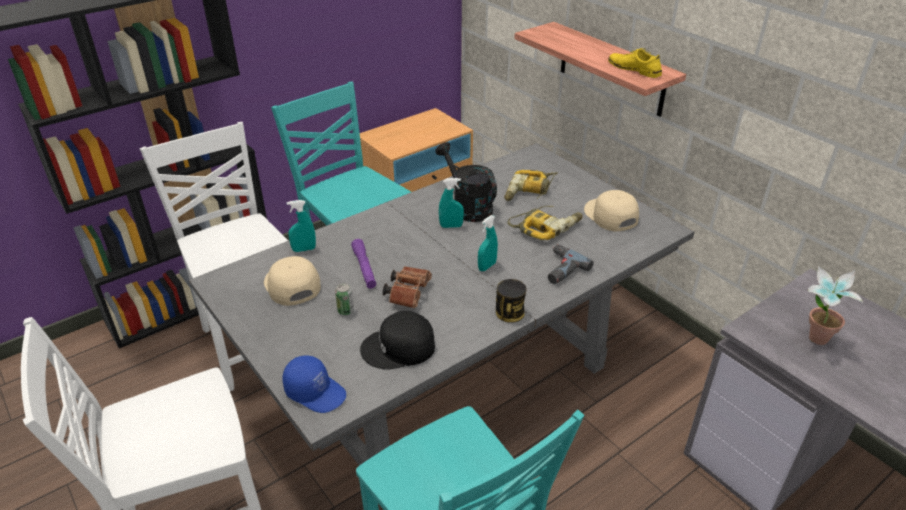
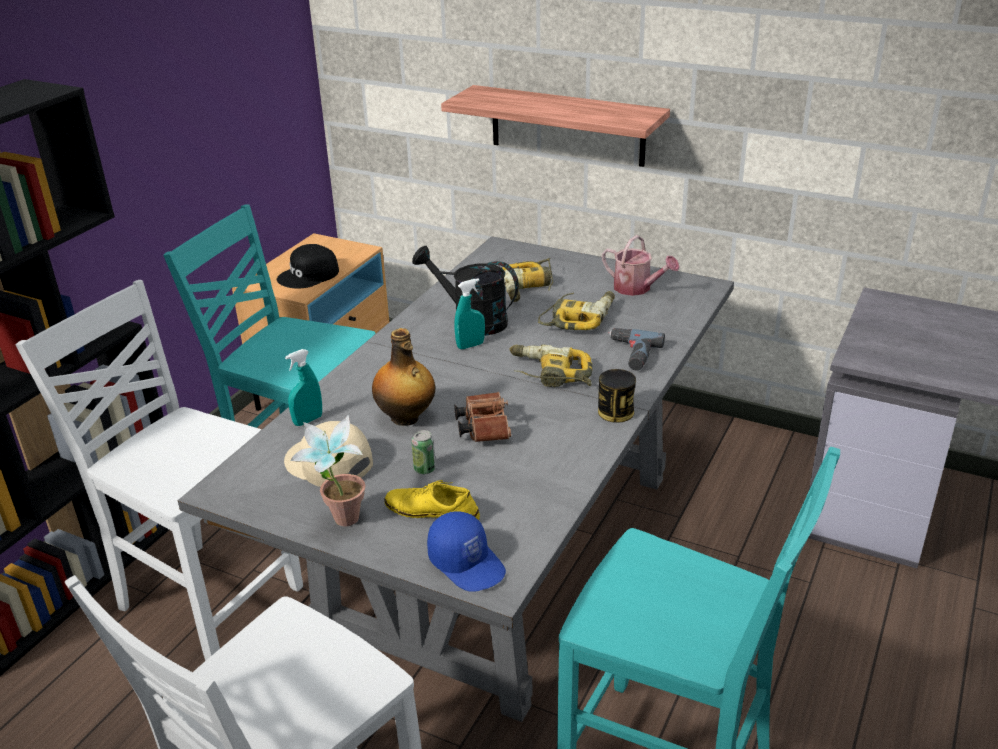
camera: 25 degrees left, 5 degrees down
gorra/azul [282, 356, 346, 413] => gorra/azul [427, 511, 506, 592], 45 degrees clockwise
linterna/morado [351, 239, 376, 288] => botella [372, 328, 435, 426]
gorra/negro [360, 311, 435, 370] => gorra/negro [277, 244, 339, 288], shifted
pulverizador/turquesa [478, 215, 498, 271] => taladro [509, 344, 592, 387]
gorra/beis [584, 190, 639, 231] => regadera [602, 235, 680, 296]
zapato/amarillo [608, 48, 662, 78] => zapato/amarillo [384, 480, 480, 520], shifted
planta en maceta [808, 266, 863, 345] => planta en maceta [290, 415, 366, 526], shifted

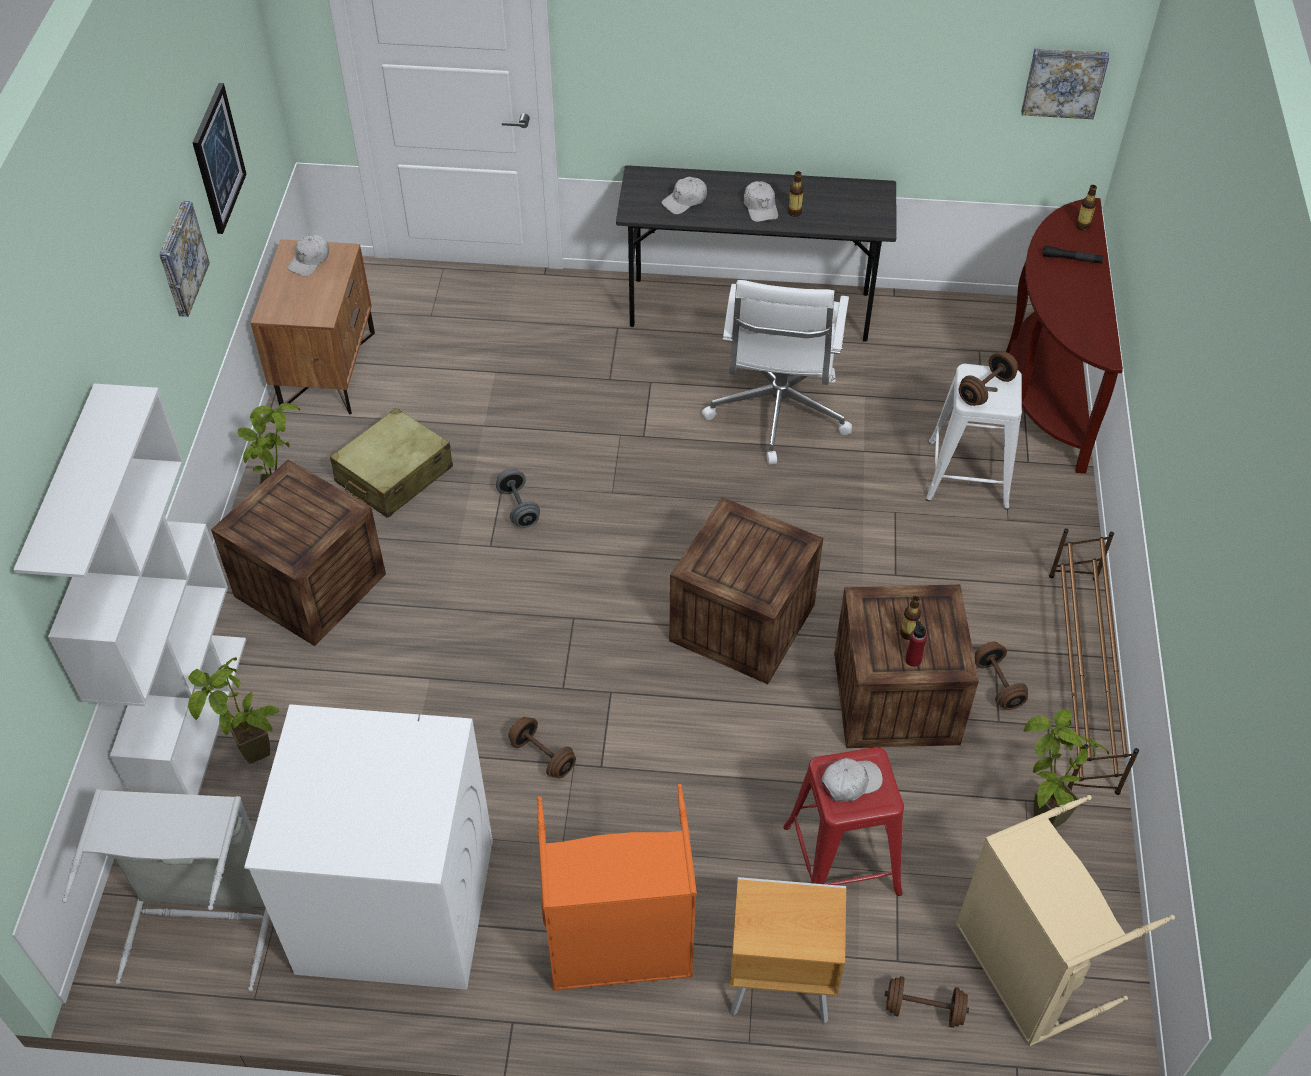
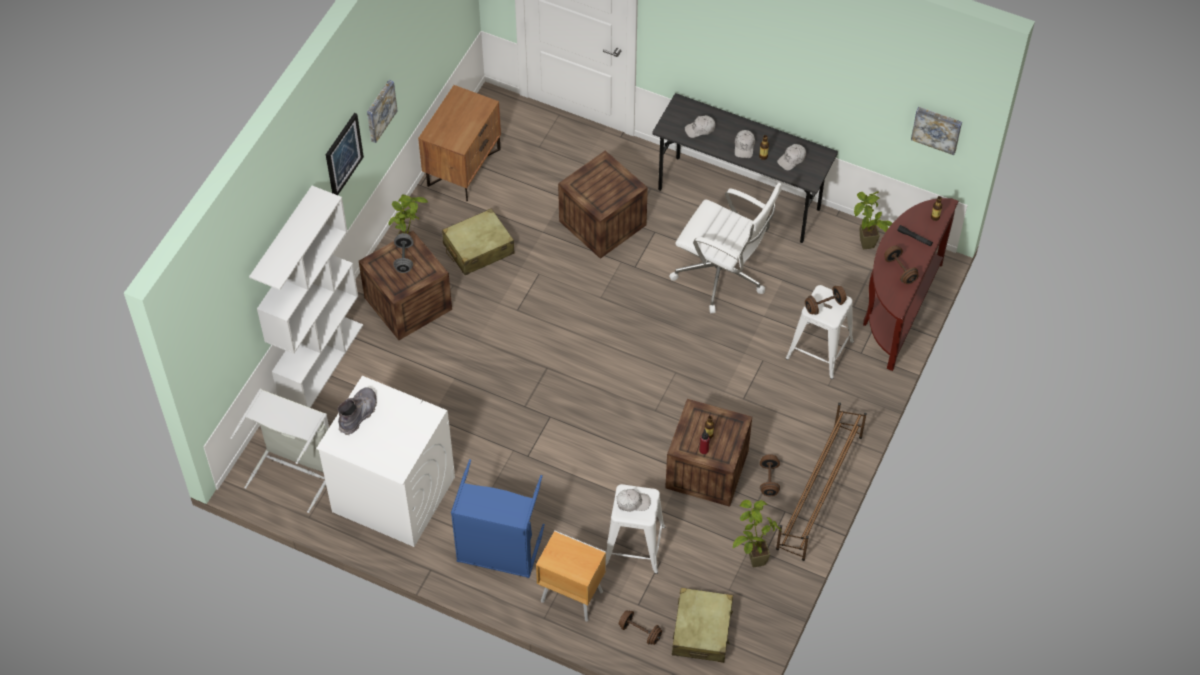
camera: 20 degrees right, 5 degrees up
planta en maceta [188, 657, 280, 764] => planta en maceta [854, 192, 892, 249], shifted
cuadro [192, 83, 246, 234] => cuadro [326, 113, 364, 195], shifted
gorra/blanco [288, 235, 329, 276] => gorra/blanco [777, 144, 806, 171], shifted
mancuerna/gris [496, 468, 540, 528] => mancuerna/gris [393, 233, 414, 273], shifted
mancuerna/marrón [508, 717, 576, 779] => mancuerna/marrón [884, 245, 919, 284], shifted
cesto de la ropa/naranja [537, 784, 697, 991] => cesto de la ropa/azul [451, 459, 545, 578]
caja de embalaje [669, 497, 823, 684] => caja de embalaje [558, 151, 648, 259], shifted
silla de oficina/blanco [702, 280, 852, 465] => silla de oficina/blanco [669, 183, 782, 313], 90 degrees counterclockwise
taburete/rojo [783, 747, 904, 896] => taburete/blanco [606, 484, 666, 574]
cesto de la ropa/beis [956, 795, 1175, 1046] => maleta/beis [672, 588, 733, 663]
nothing => bota/gris [338, 387, 377, 435]

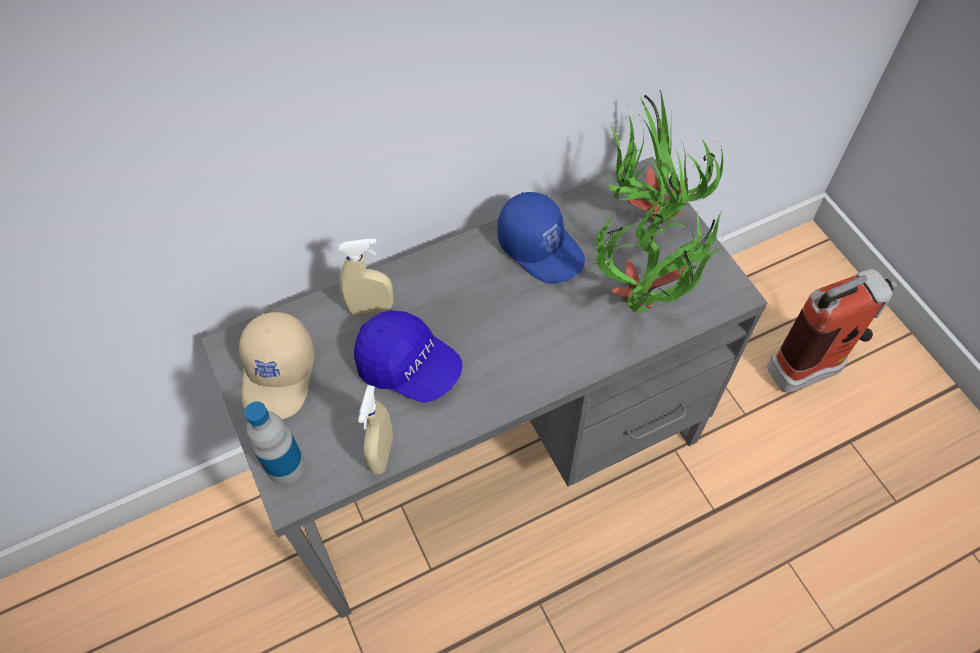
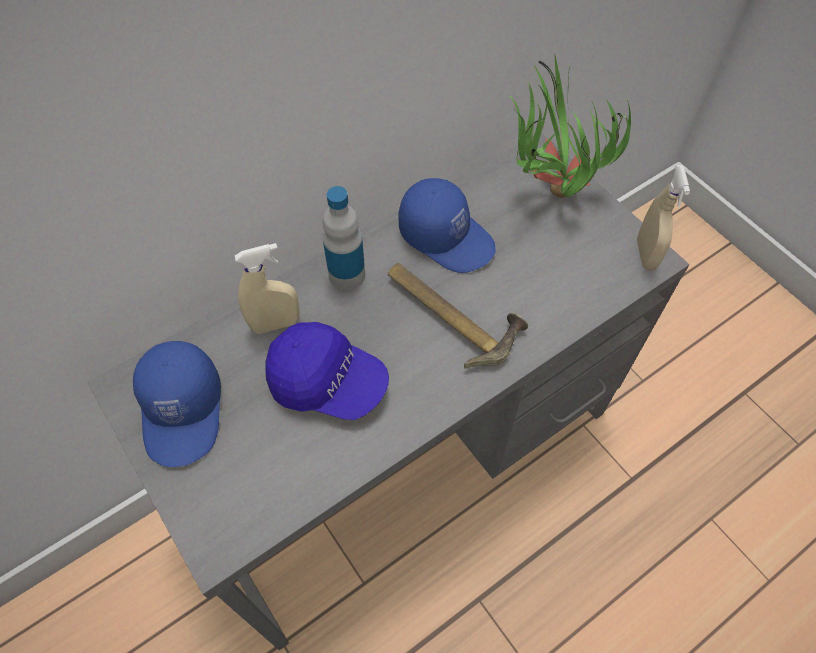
camera: 10 degrees left, 0 degrees up
gorra/beis [239, 312, 315, 420] => gorra/azul [133, 341, 221, 467]
botella [244, 401, 305, 484] => botella [322, 186, 365, 290], shifted
pulverizador/beis [358, 385, 393, 475] => pulverizador/beis [637, 165, 690, 271], shifted
planta en maceta [594, 197, 729, 313] => nothing
extintor [767, 269, 897, 393] => nothing
nothing => martillo [388, 263, 528, 369]

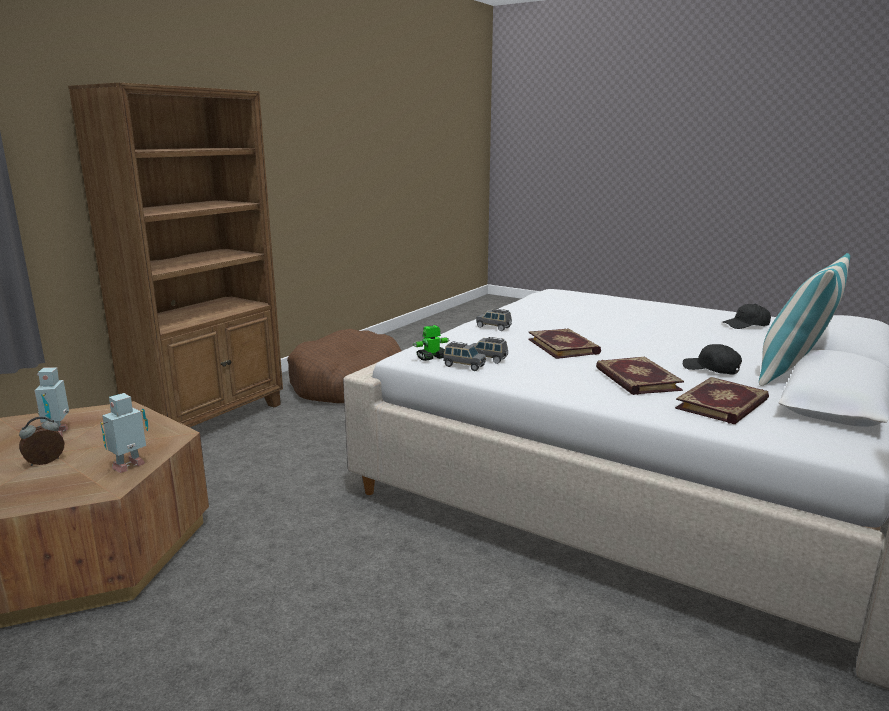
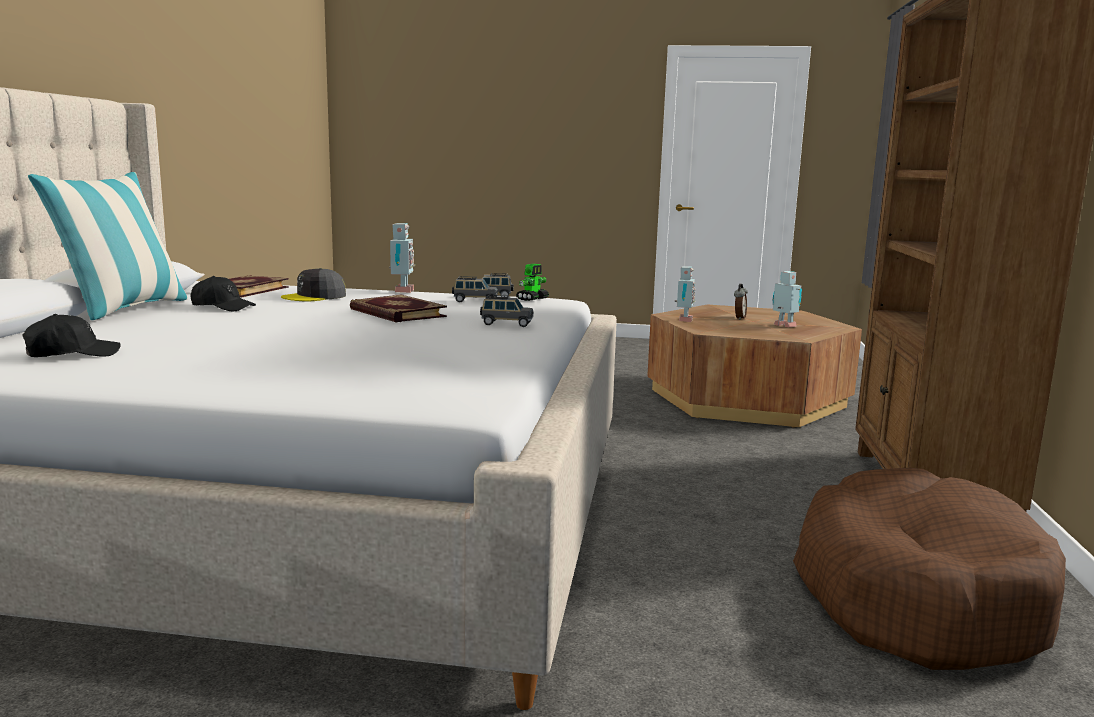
camera: 155 degrees right, 5 degrees down
libro [596, 357, 684, 395] => gorra/gris [281, 268, 346, 302]
nothing => robot de juguete [389, 223, 415, 293]

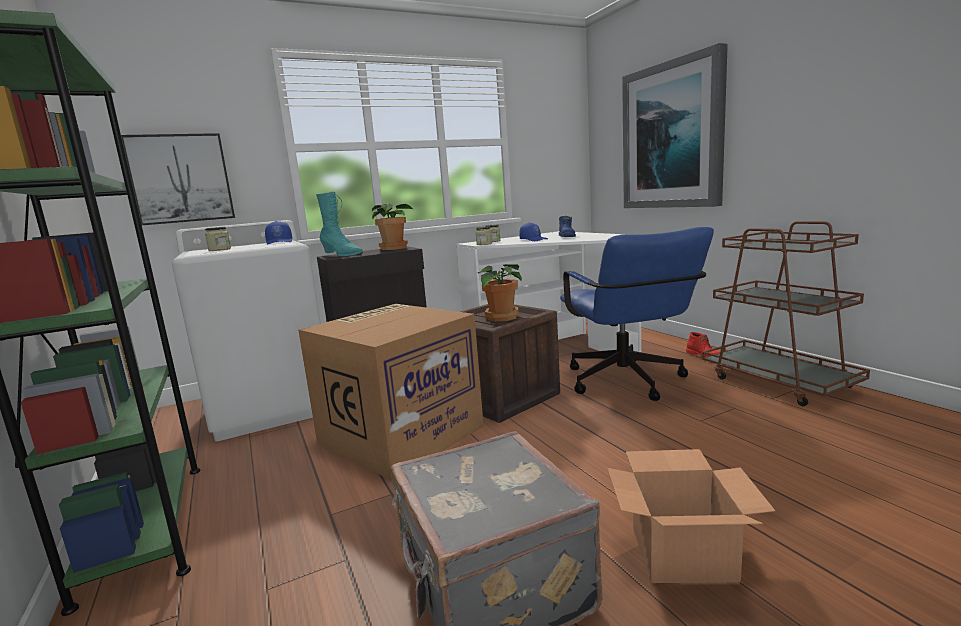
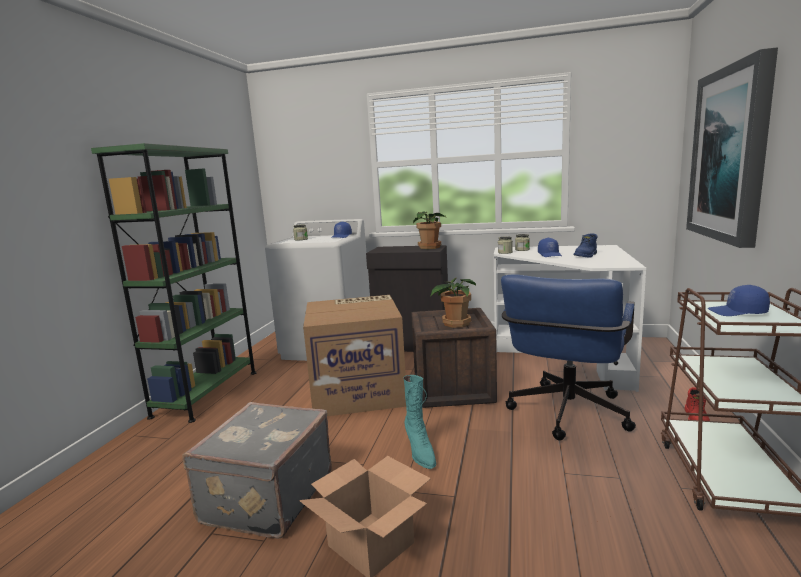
camera: 40 degrees right, 0 degrees up
cuadro [121, 133, 235, 225] => nothing
bota/turquesa [316, 192, 363, 256] => bota/turquesa [403, 375, 436, 469], shifted
nothing => gorra/azul [708, 285, 770, 316]

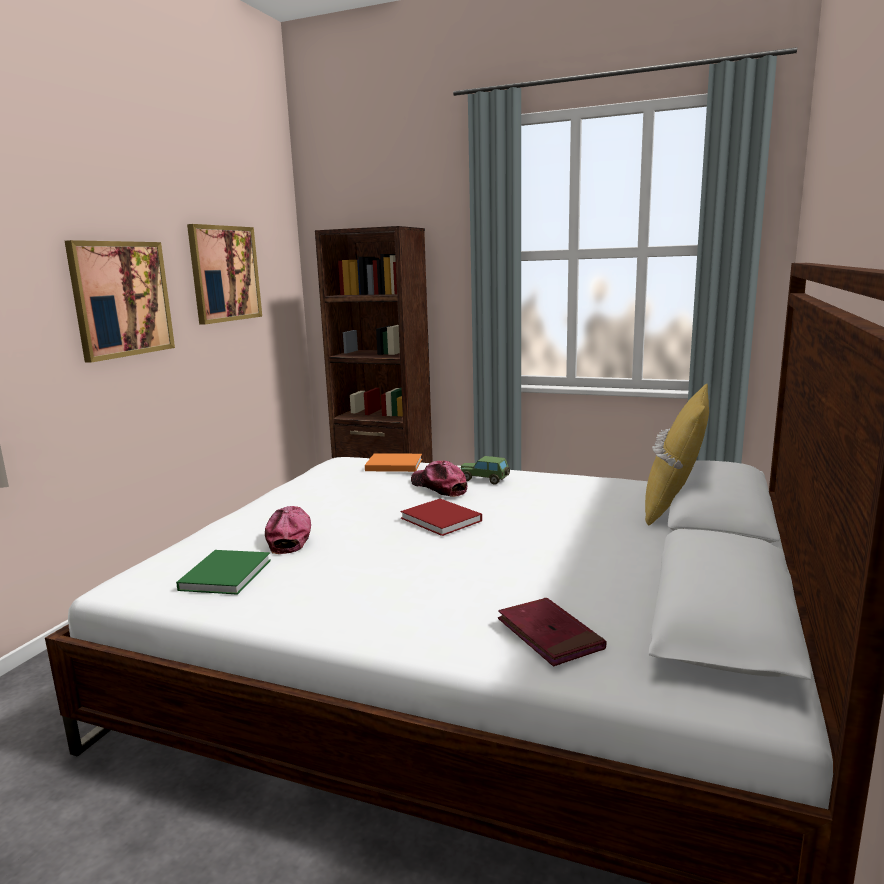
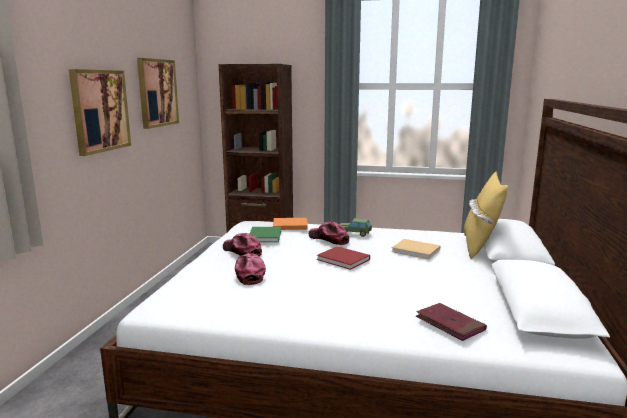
camera: 10 degrees left, 0 degrees up
libro/verde [176, 550, 271, 595] => libro/verde [249, 227, 281, 242], shifted
nothing => gorra [223, 233, 262, 257]
nothing => libro/beis [391, 239, 441, 259]

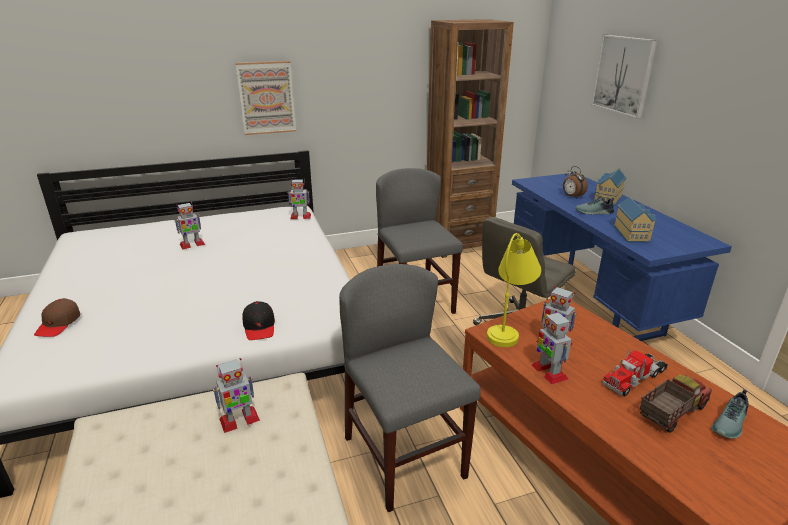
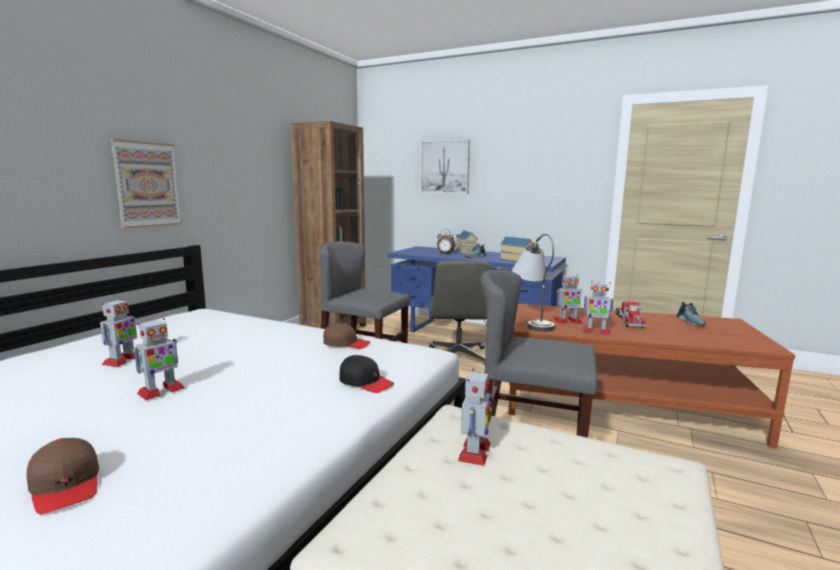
camera: 45 degrees left, 15 degrees down
robot de juguete [288, 179, 311, 219] => robot de juguete [133, 318, 185, 400], shifted
lámpara de mesa/amarillo [487, 233, 541, 347] => lámpara de mesa/gris [512, 234, 555, 332]
camión de juguete [640, 375, 712, 433] => nothing
nothing => gorra/marrón [323, 323, 370, 349]

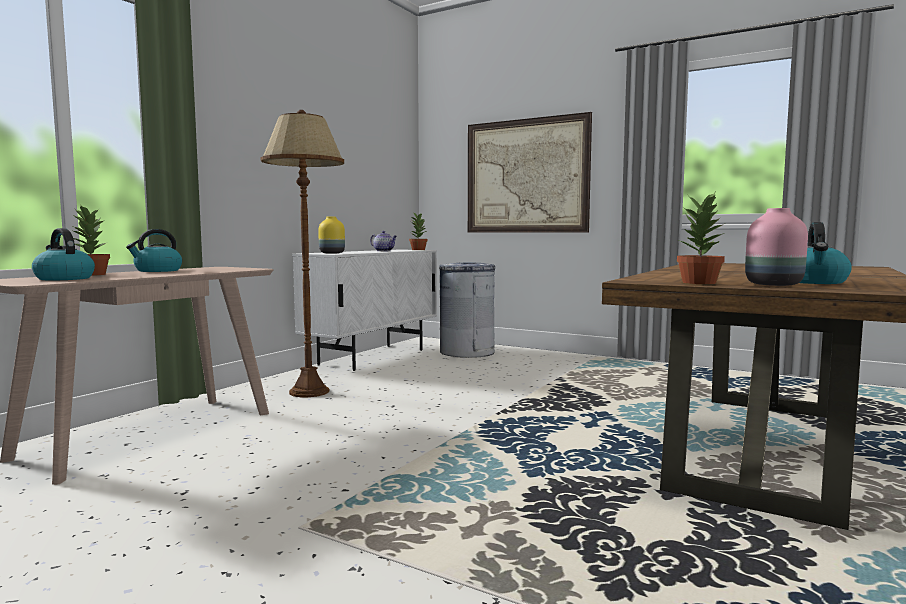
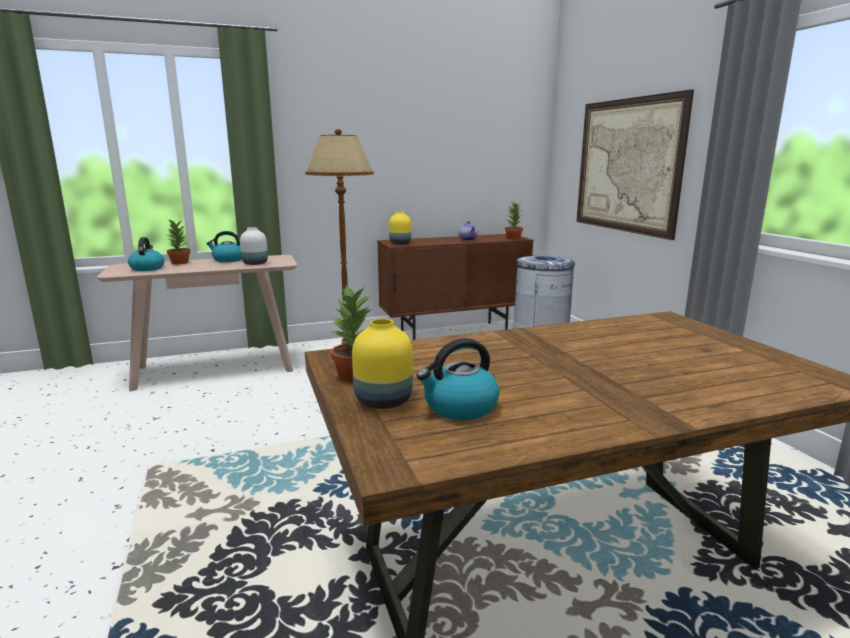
camera: 40 degrees right, 10 degrees up
armario/blanco [293, 249, 437, 371] => armario/marrón [377, 234, 533, 340]
florero/rosa [745, 208, 808, 286] => florero/amarillo [352, 318, 413, 409]
nothing => florero/blanco [240, 227, 268, 265]

